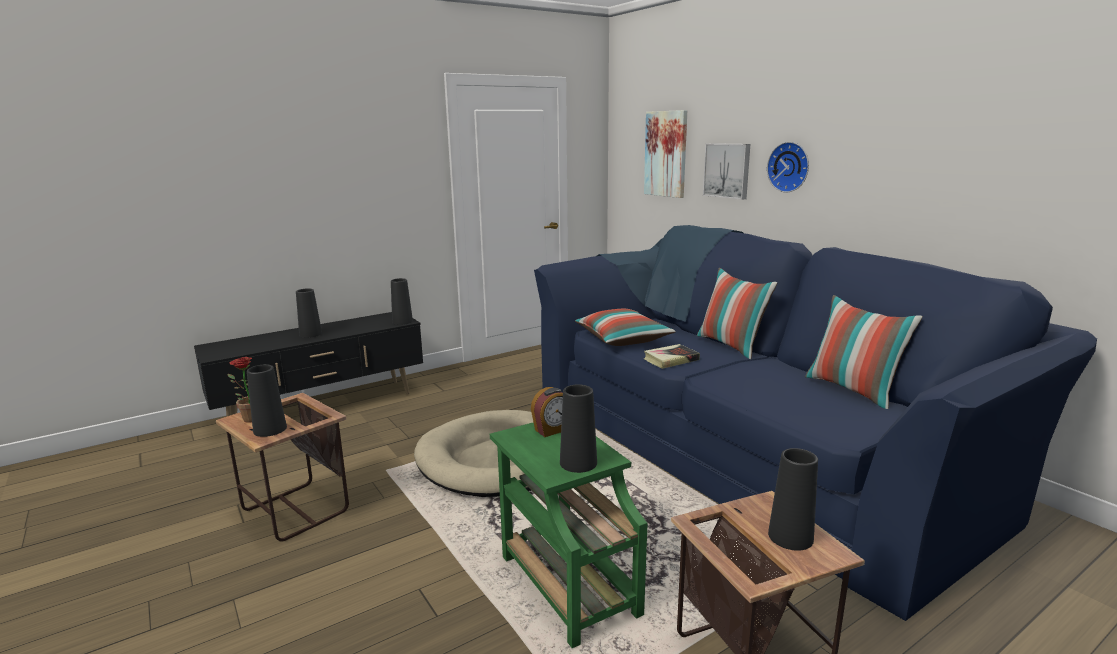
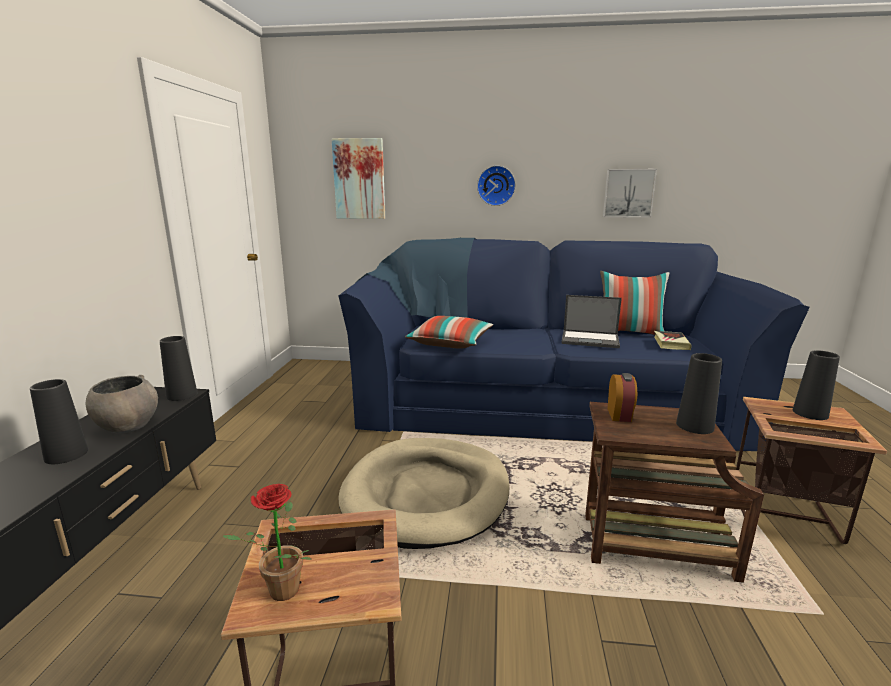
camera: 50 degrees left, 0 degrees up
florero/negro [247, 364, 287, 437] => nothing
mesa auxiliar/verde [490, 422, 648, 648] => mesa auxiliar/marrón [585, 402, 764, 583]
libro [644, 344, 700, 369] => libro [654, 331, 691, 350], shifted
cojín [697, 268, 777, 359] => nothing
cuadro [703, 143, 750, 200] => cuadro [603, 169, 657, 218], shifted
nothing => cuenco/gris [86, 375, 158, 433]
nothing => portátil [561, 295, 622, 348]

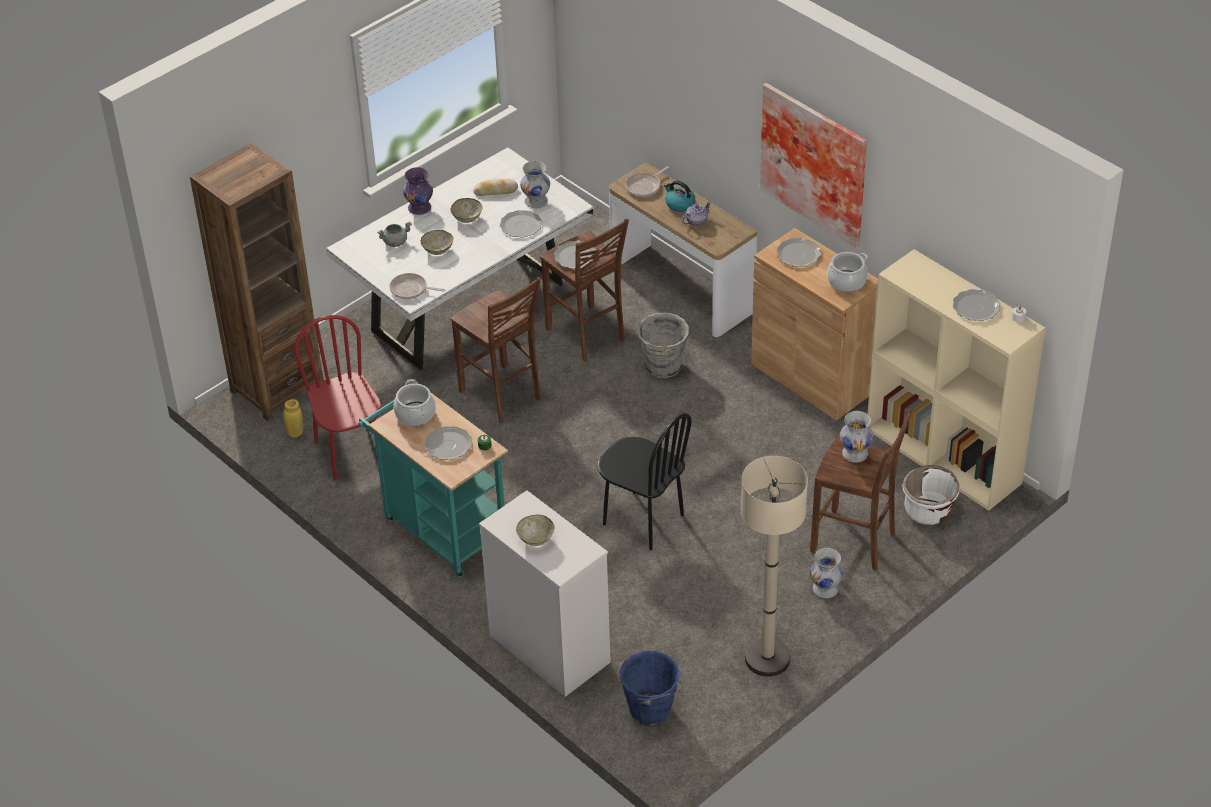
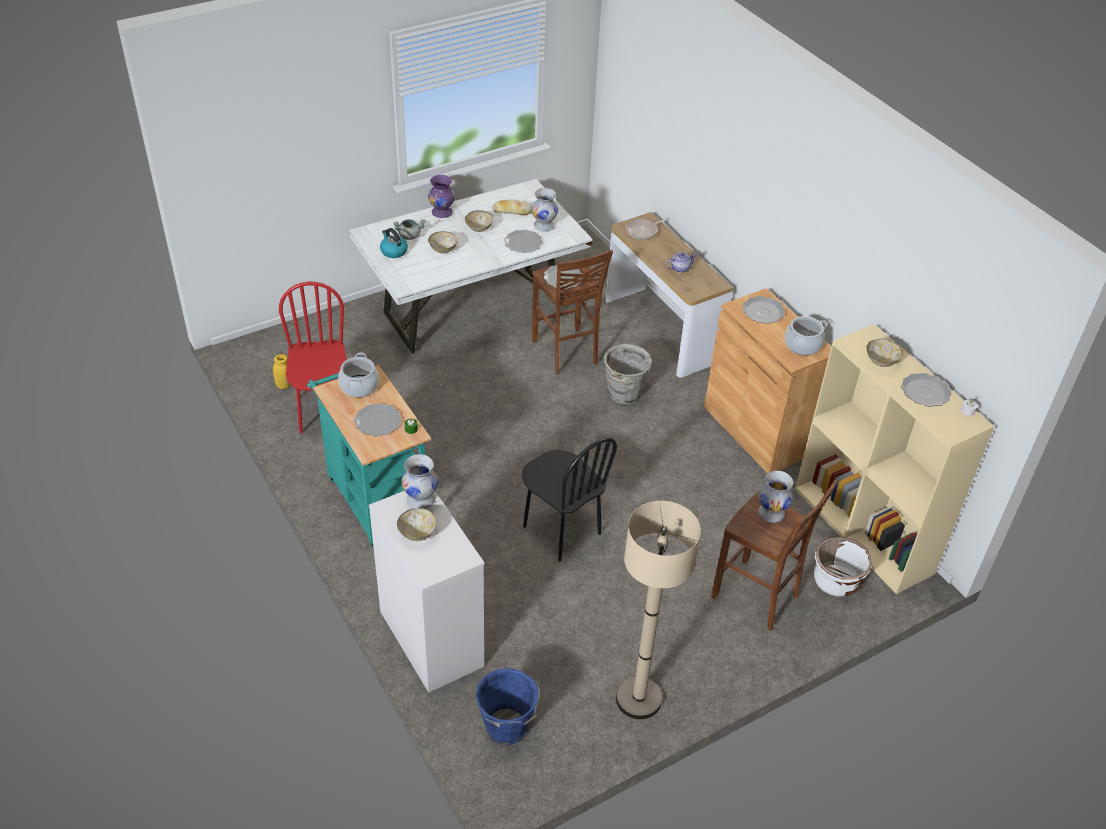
camera: 10 degrees right, 0 degrees up
estantería/marrón [190, 143, 323, 421] => nothing
sartén [390, 273, 445, 299] => nothing
taburete/marrón [451, 277, 541, 423] => nothing
hervidor [664, 180, 695, 212] => hervidor [380, 228, 408, 258], shifted
cuadro [760, 83, 867, 248] => nothing
florero/blanco [810, 548, 843, 598] => florero/blanco [402, 454, 438, 509], shifted
nothing => cuenco [867, 338, 903, 367]

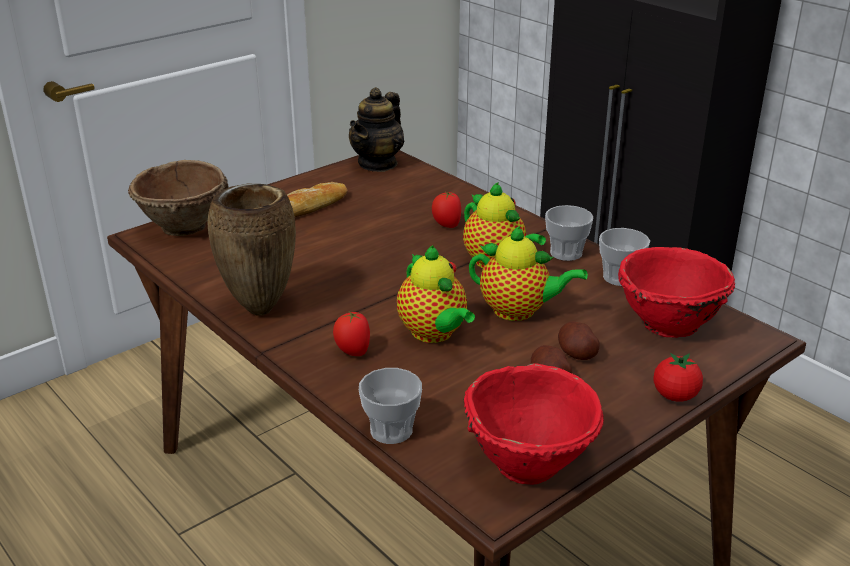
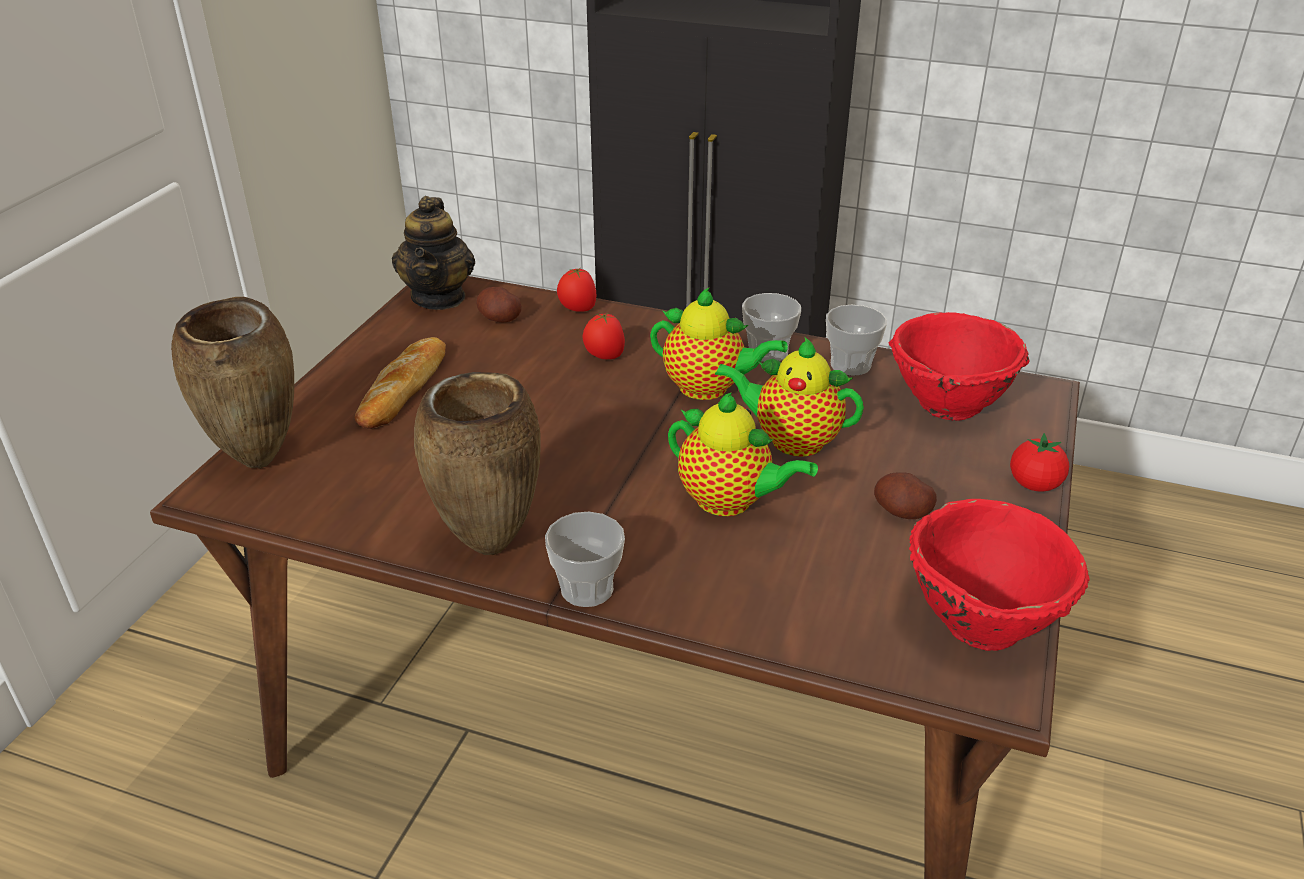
camera: 30 degrees left, 5 degrees up
cuenco/marrón [128, 160, 229, 236] => florero/marrón [171, 297, 294, 469]
tomate [333, 311, 370, 356] => tomate [557, 268, 596, 312], shifted
taza [359, 368, 422, 444] => taza [545, 512, 625, 607], shifted
tetera [469, 226, 588, 321] => tetera [715, 336, 864, 457], 150 degrees counterclockwise
patata [558, 321, 600, 360] => patata [476, 287, 522, 323], shifted

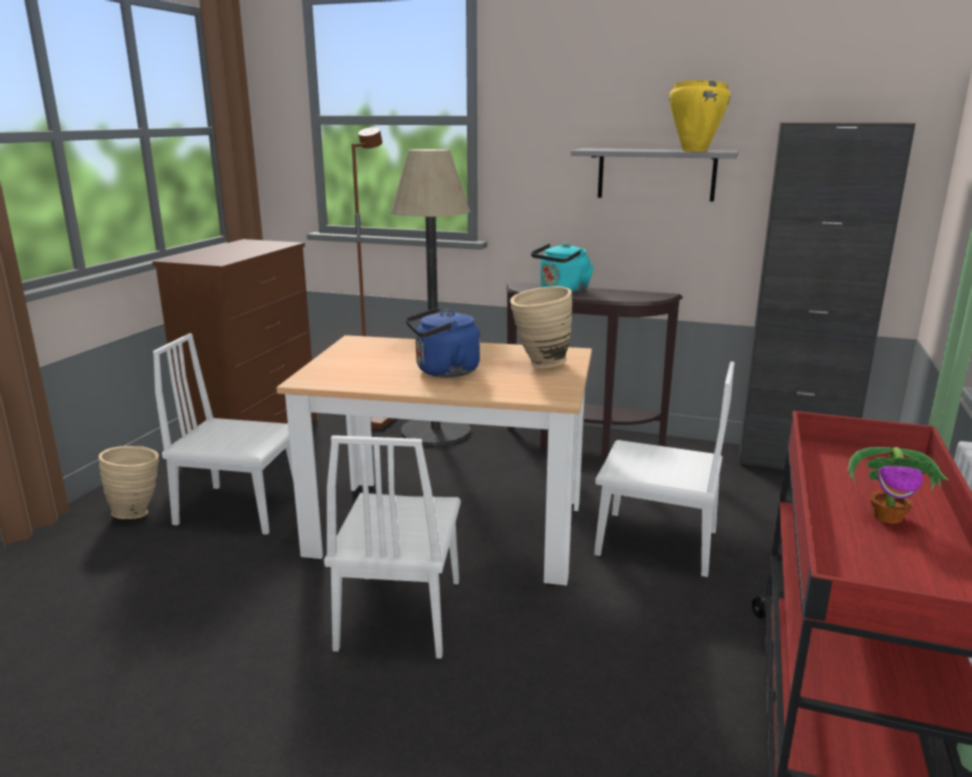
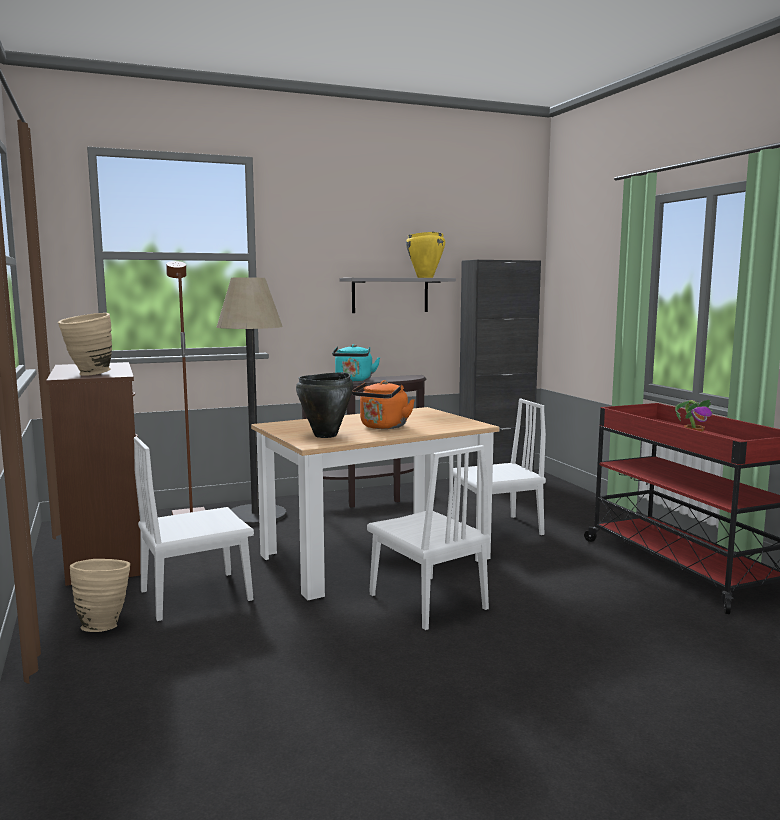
camera: 40 degrees left, 10 degrees down
hervidor/azul [406, 308, 480, 377] => hervidor/naranja [352, 380, 415, 429]
florero/beis [510, 286, 572, 368] => florero/beis [58, 313, 112, 376], shifted
nothing => olla/negro [296, 372, 353, 438]

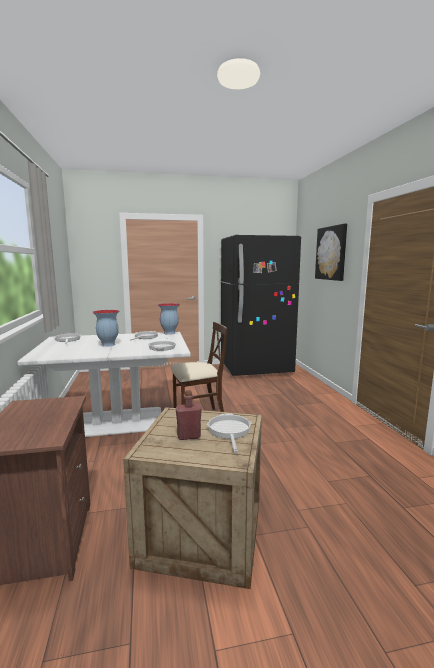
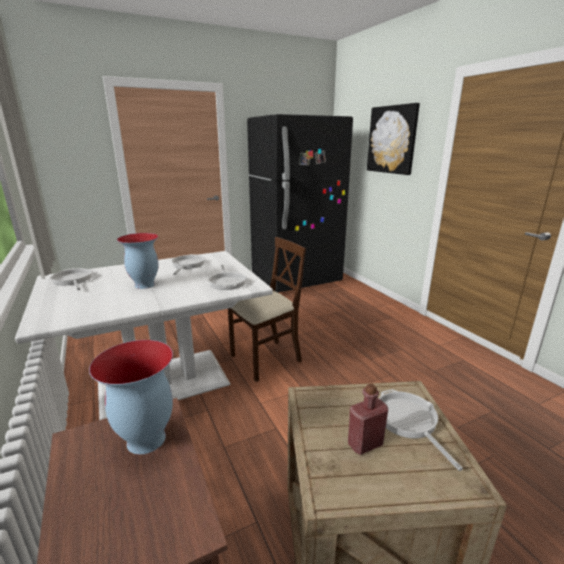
camera: 15 degrees left, 10 degrees up
florero [158, 303, 180, 335] => florero [89, 340, 173, 455], shifted

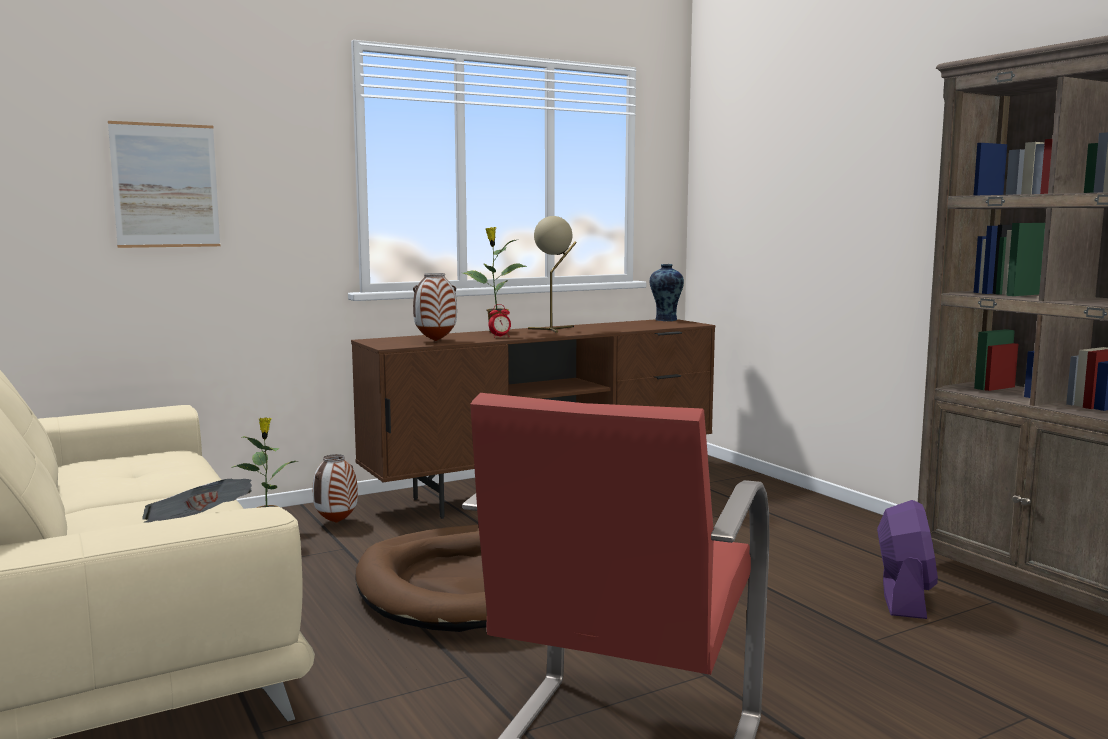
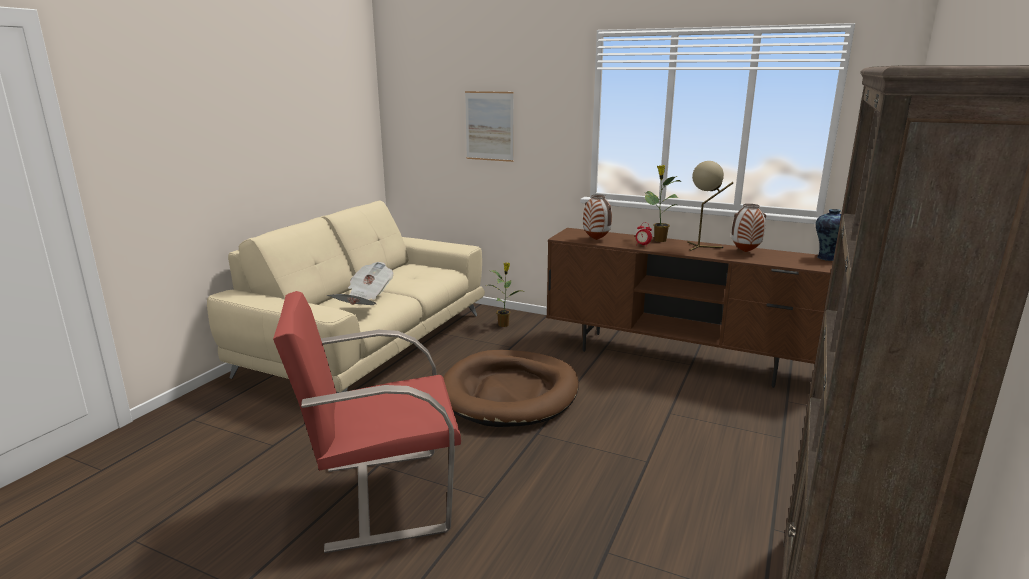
camera: 55 degrees right, 10 degrees up
florero [313, 454, 358, 523] => florero [731, 204, 766, 252], shifted
ventilador/morado [877, 500, 938, 619] => nothing
nothing => periódico [348, 262, 394, 300]

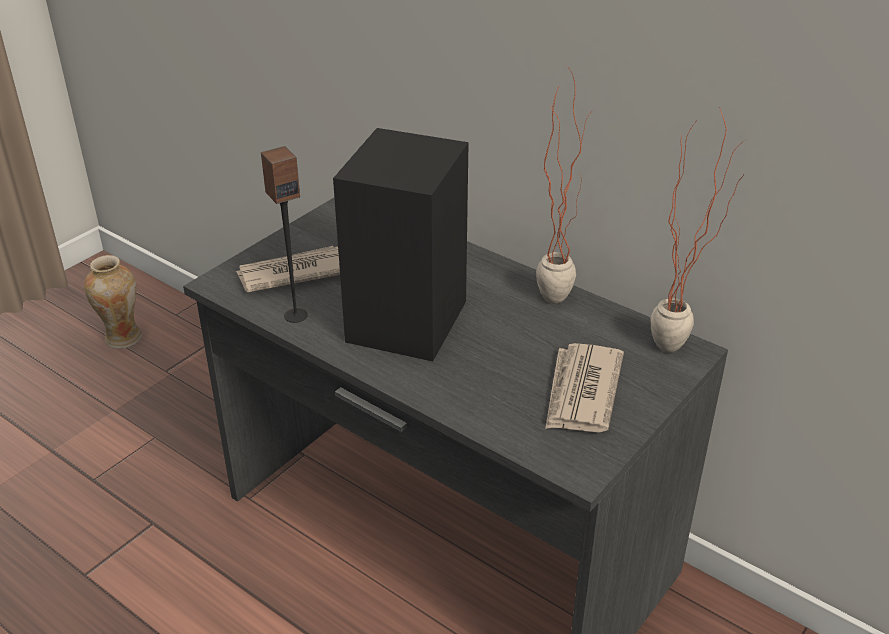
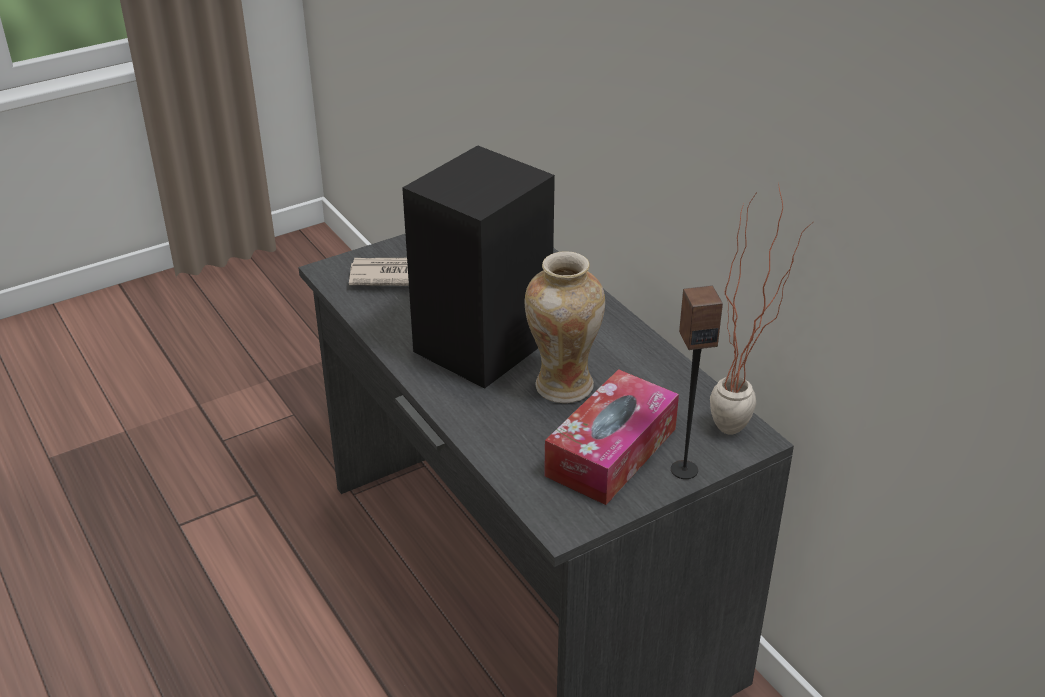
camera: 20 degrees right, 0 degrees up
florero [84, 255, 142, 349] => florero [525, 251, 605, 403], shifted
altavoz [261, 146, 308, 323] => altavoz [671, 285, 723, 479], shifted
planta en maceta [536, 66, 595, 304] => nothing
periódico [545, 343, 624, 432] => caja de pañuelos [544, 369, 679, 505]

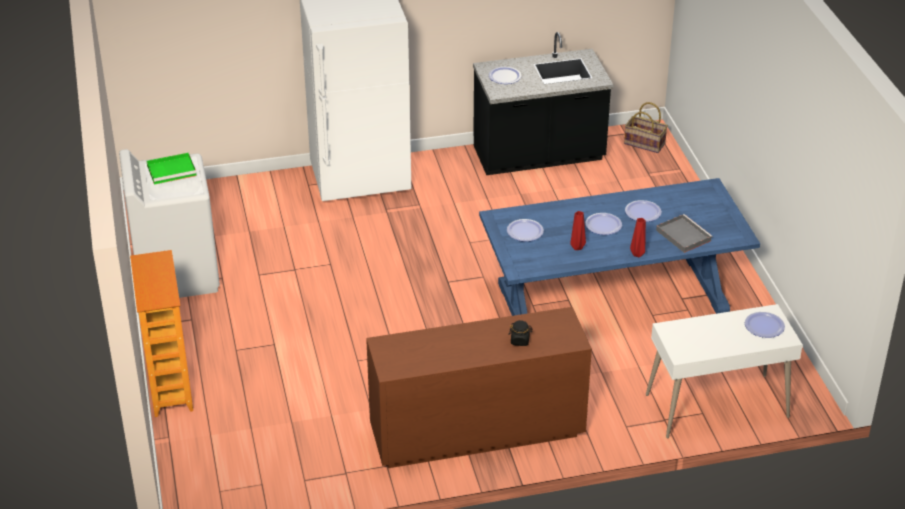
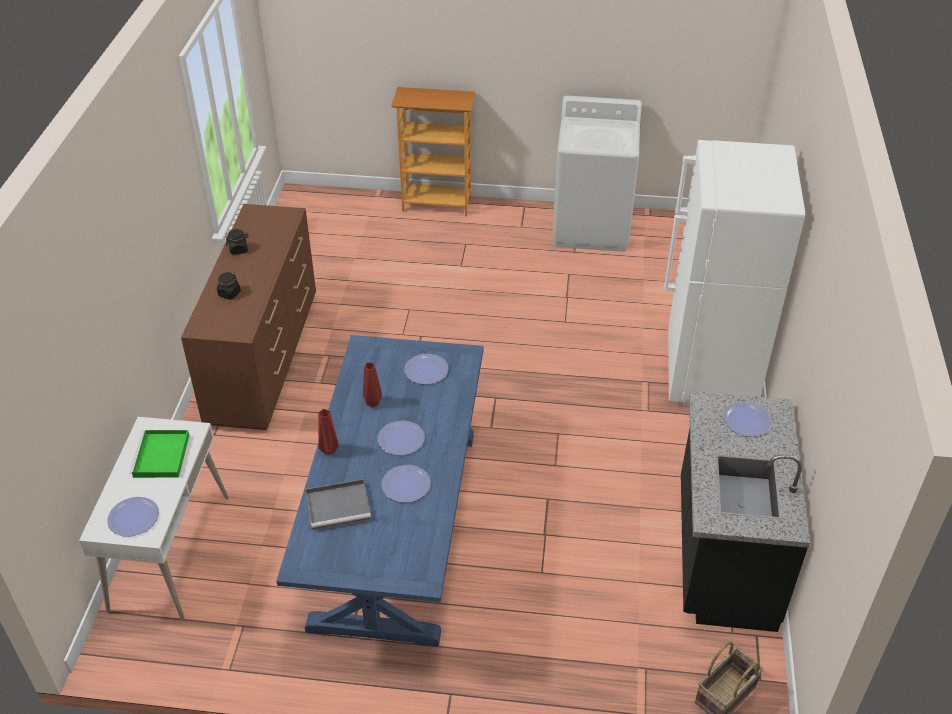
camera: 110 degrees right, 5 degrees up
bandeja/verde [147, 153, 197, 185] => bandeja/verde [130, 430, 189, 478], shifted
nothing => tarro/negro [225, 229, 249, 255]

